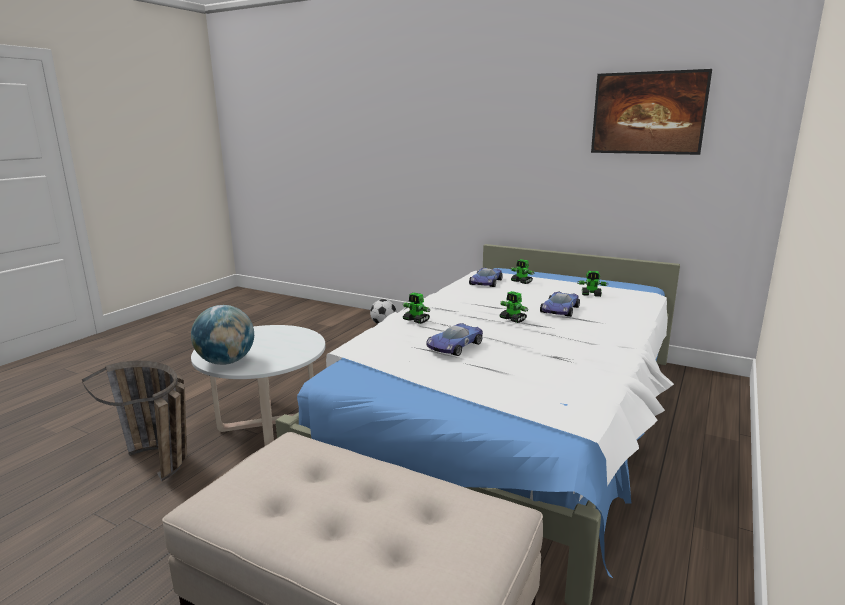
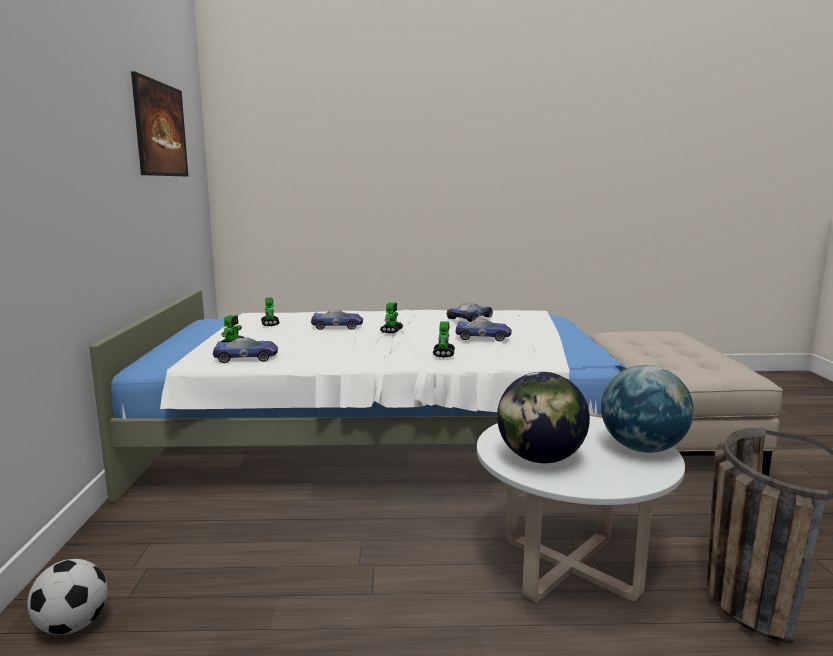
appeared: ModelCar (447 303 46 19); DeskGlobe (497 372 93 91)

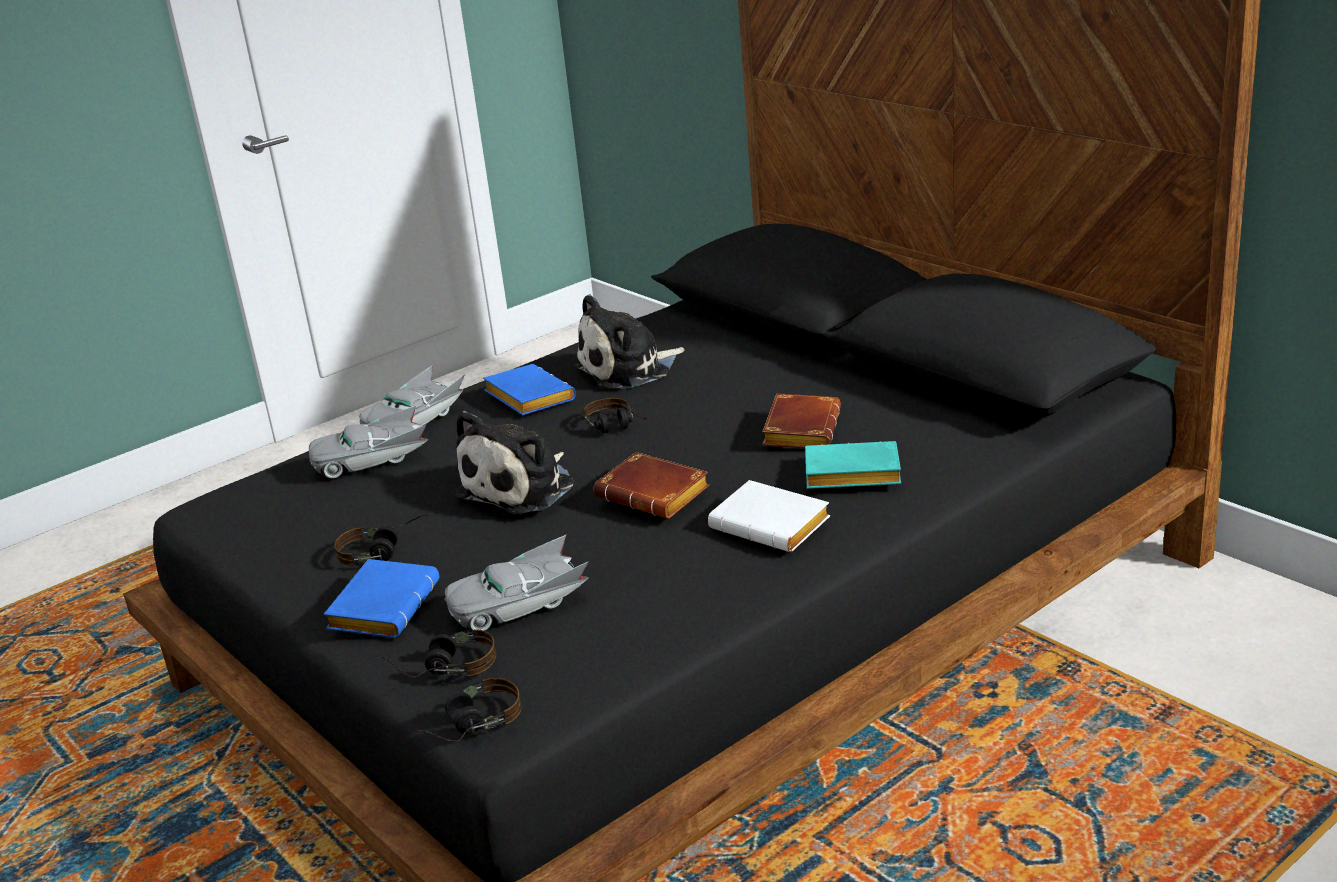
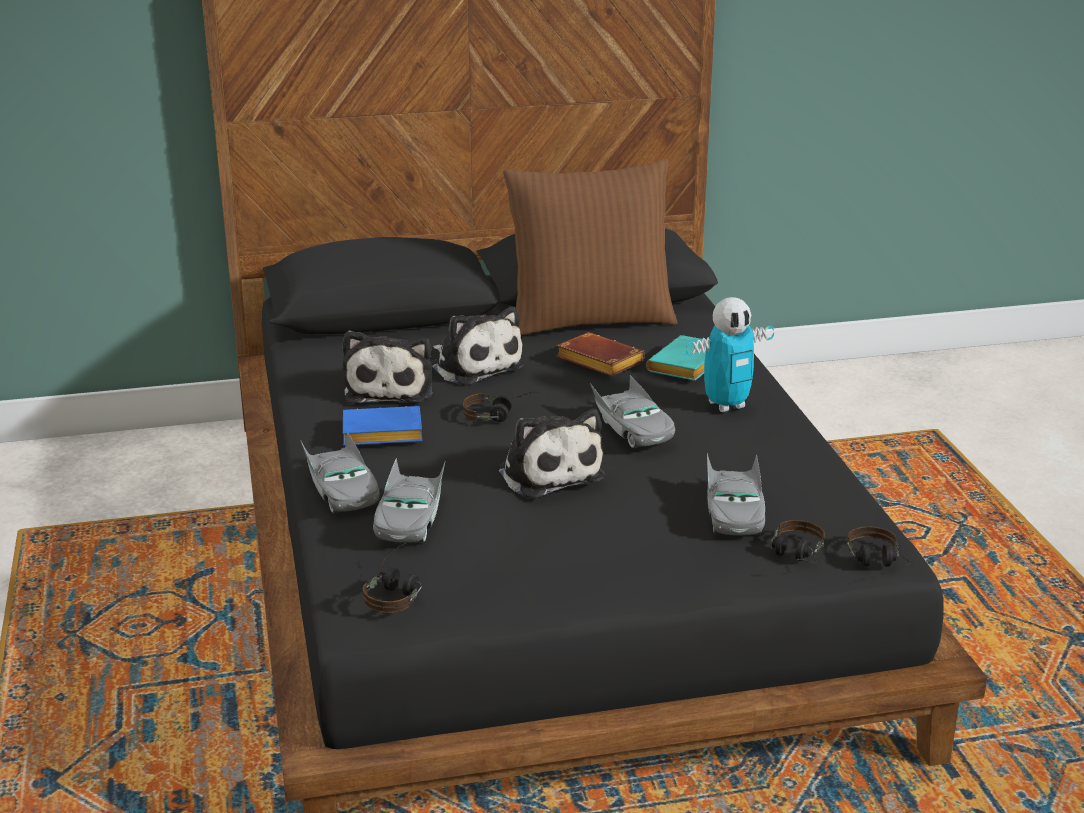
missing: BluishVolume (323 559 116 79)
appeared: SoftToy (431 306 94 80); BrownColouredCushion (503 159 175 176)
relocated: Headphones (334 515 94 50) to (362 543 60 70)
exchanged: BrownColouredVolume (594 452 116 67) to GrayModelCar (590 375 85 73); WhiteVolume (708 480 122 72) to RobotFigure (686 297 88 115)

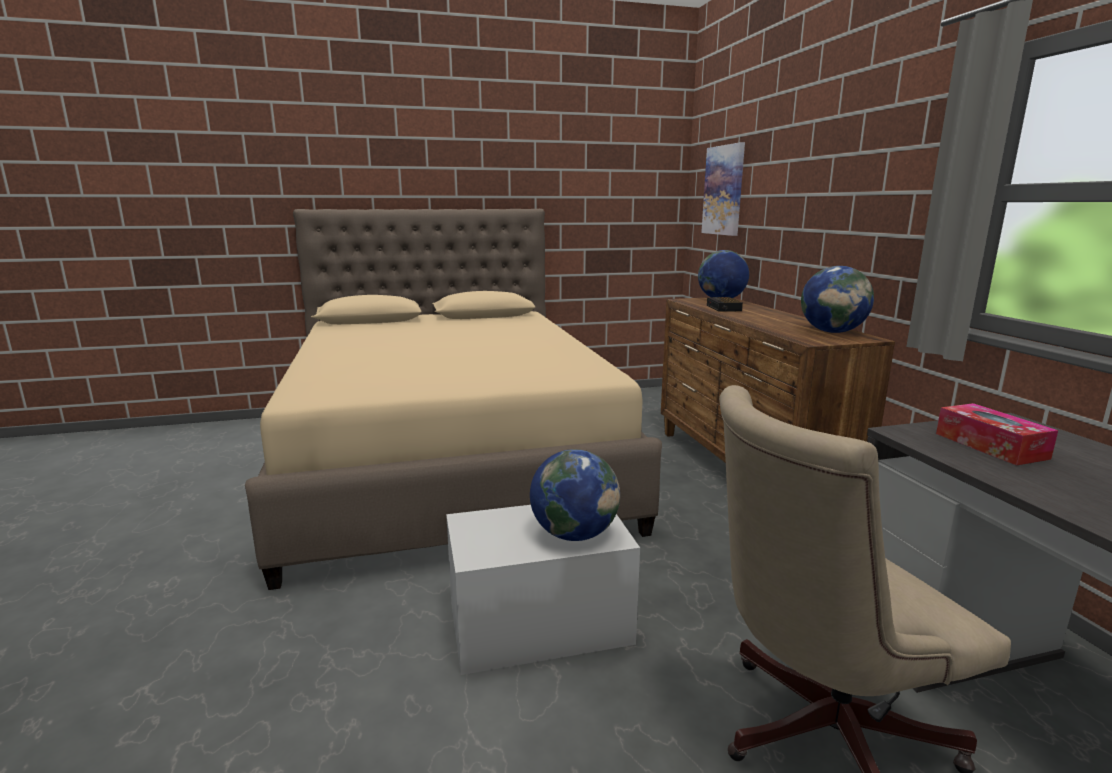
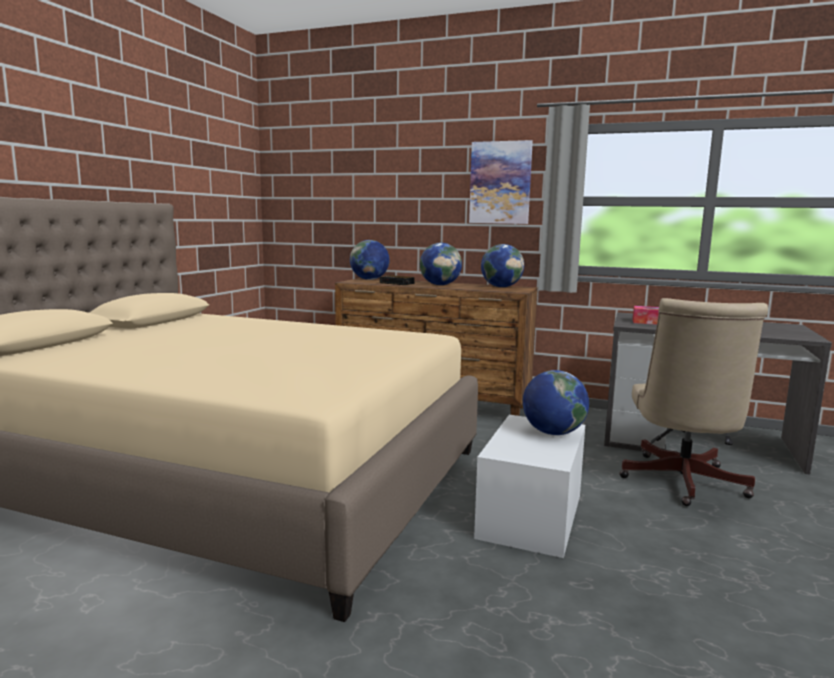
appeared: DeskGlobe (420 243 42 42)
relocated: WallPicture (701 142 44 94) to (469 140 64 84)

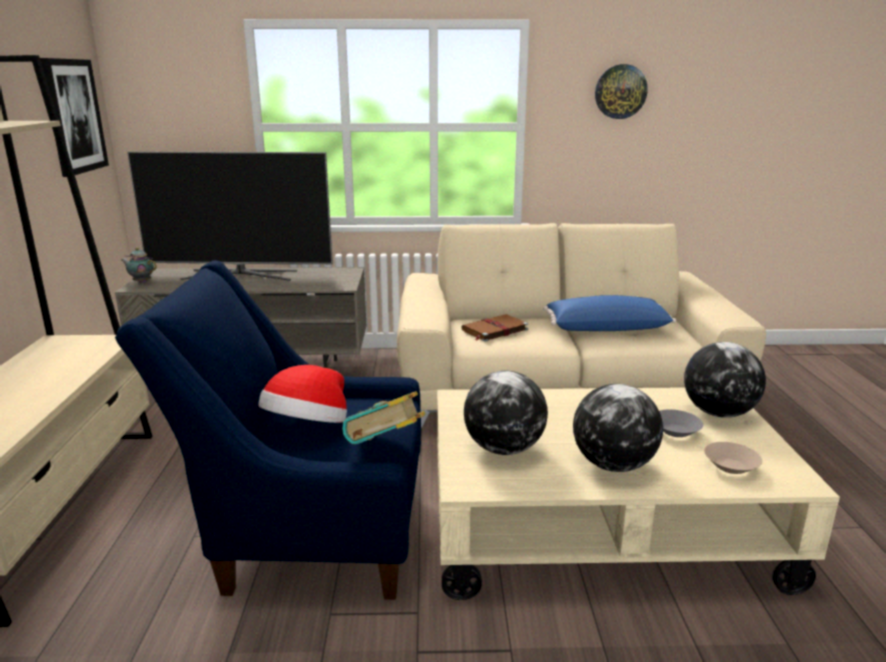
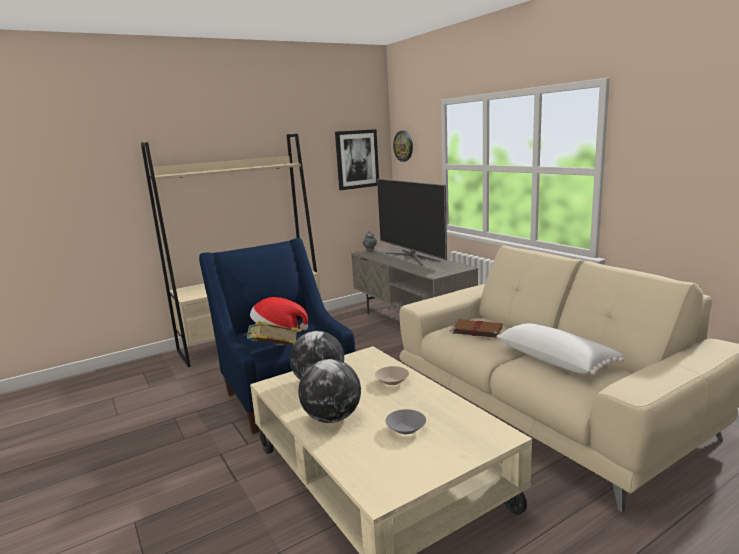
missing: DeskGlobe (684 342 82 76)
relocated: HangingClock (595 64 53 55) to (393 131 20 31); BeigeColouredDeepDish (704 442 58 32) to (375 366 34 19)
colour: BluishCushion (543 295 133 36) to WhiteCushion (497 323 127 52)

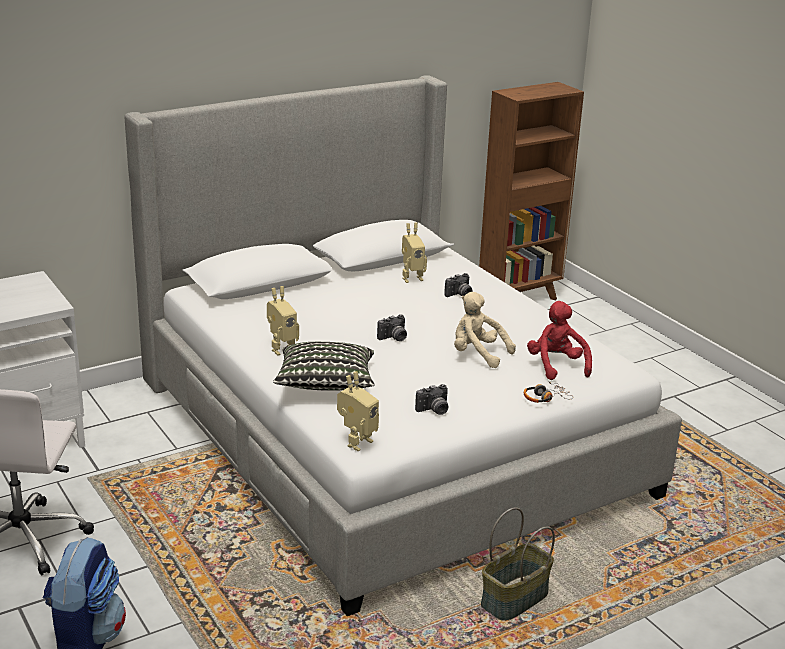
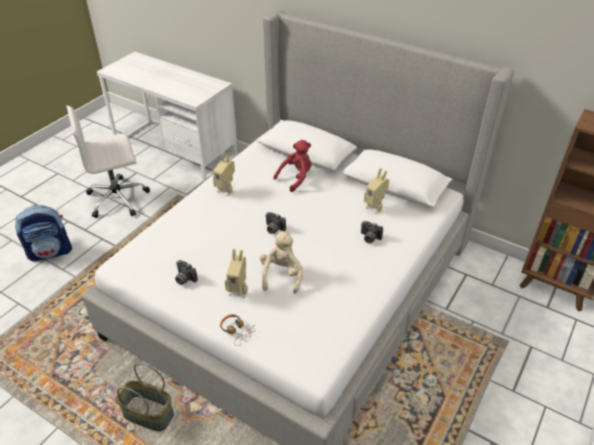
missing: Cushion (273 342 102 49)
relocated: RobotFigure (337 372 42 79) to (225 249 22 49); RedSoftToy (527 301 65 79) to (273 140 38 52)

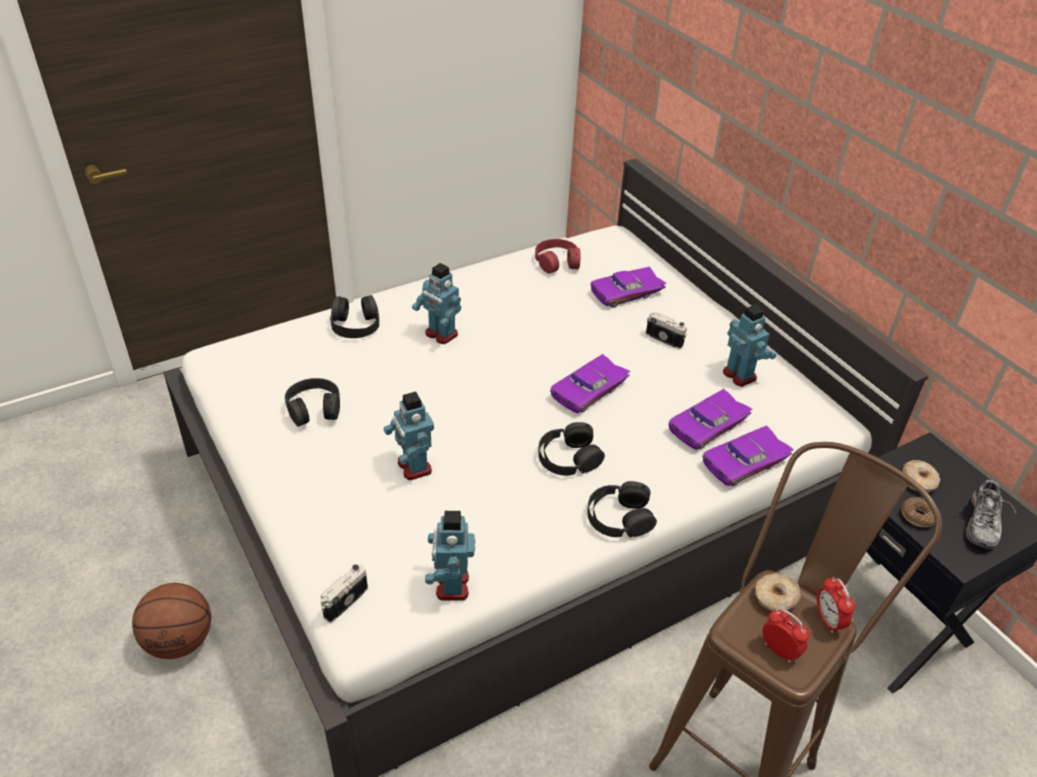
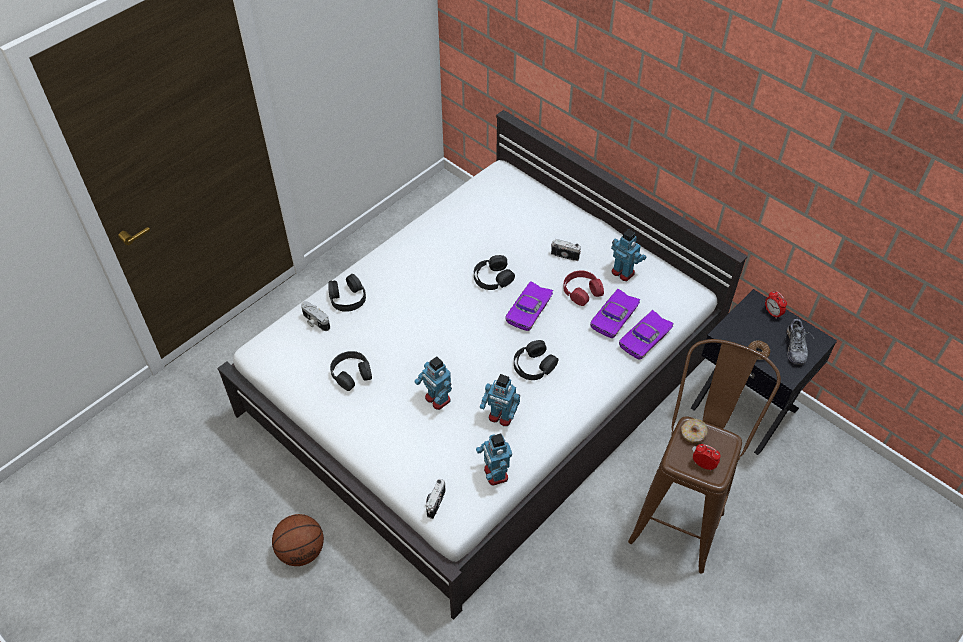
missing: PurpleModelCar (591 267 76 40); Doughnut (902 460 38 32)
appeared: PhotoCamera (301 301 29 30)
relocated: RobotFigure (412 263 49 81) to (480 374 40 52); RedHeadphones (535 239 46 35) to (563 270 41 36); BlackishHeadphones (587 481 70 57) to (474 255 41 35); BedsideClock (817 577 38 56) to (765 291 22 28)

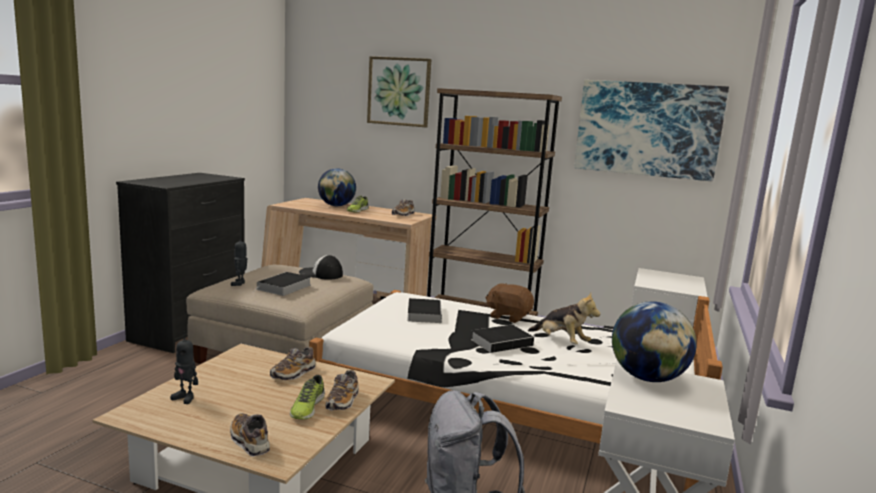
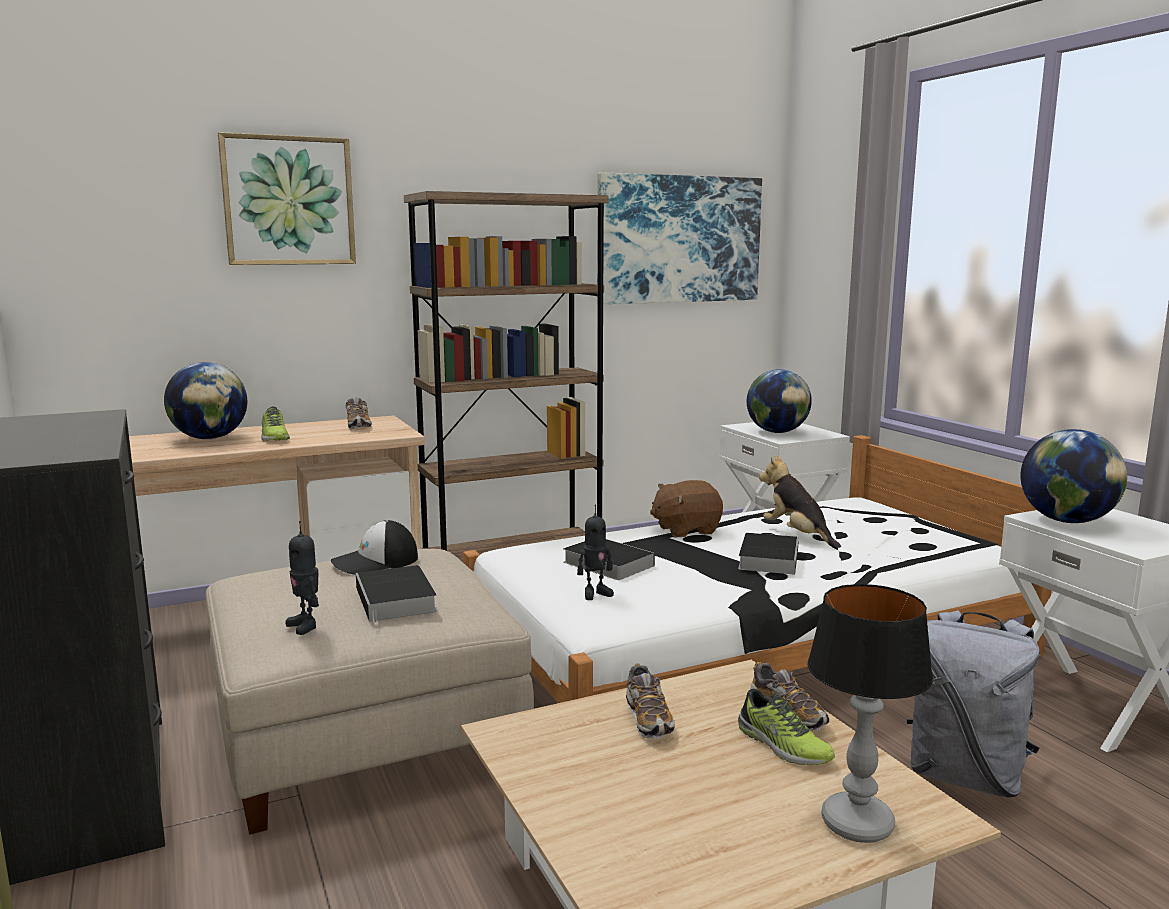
appeared: DeskGlobe (747 369 65 64)
relocated: RobotFigure (170 331 28 73) to (577 504 37 96)
exchanged: Shoe (230 413 40 44) to TabletopLamp (808 584 125 259)
spun: SoftToy (528 293 72 51) = (759 455 82 95) 120 degrees counterclockwise

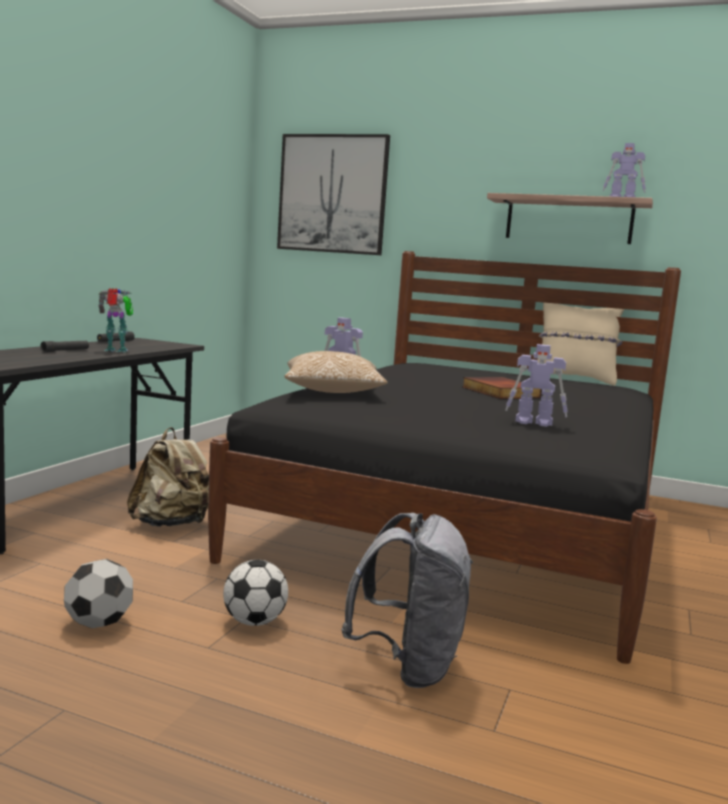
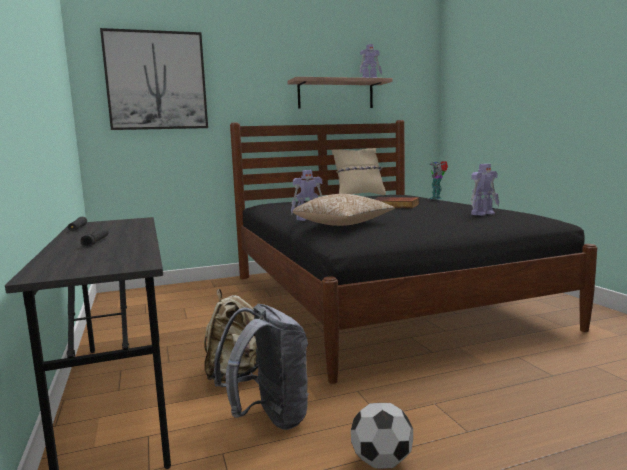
missing: FootballBall (223 560 65 66)
relocated: RobotFigure (98 288 35 64) to (428 161 20 39); GrayBackpack (341 513 132 175) to (214 304 95 126)

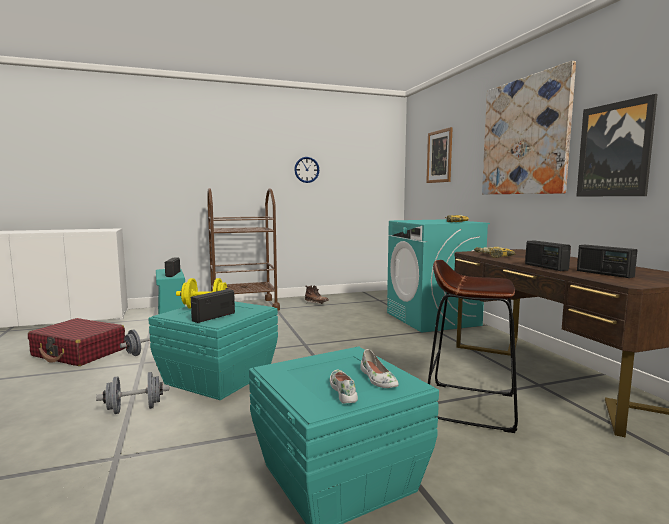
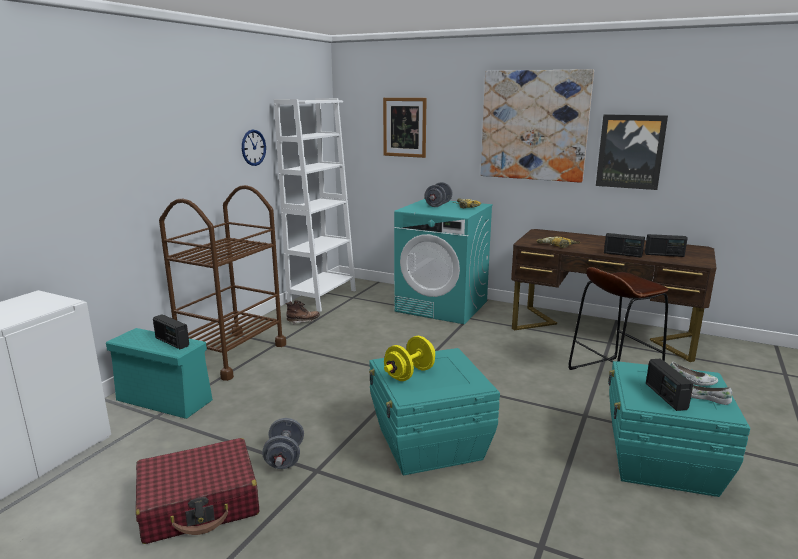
appeared: WhiteBookcase (274 98 82 214)
relocated: GrayDumbbell (96 372 73 42) to (425 182 28 25); Radio (191 289 44 34) to (646 359 47 52)

